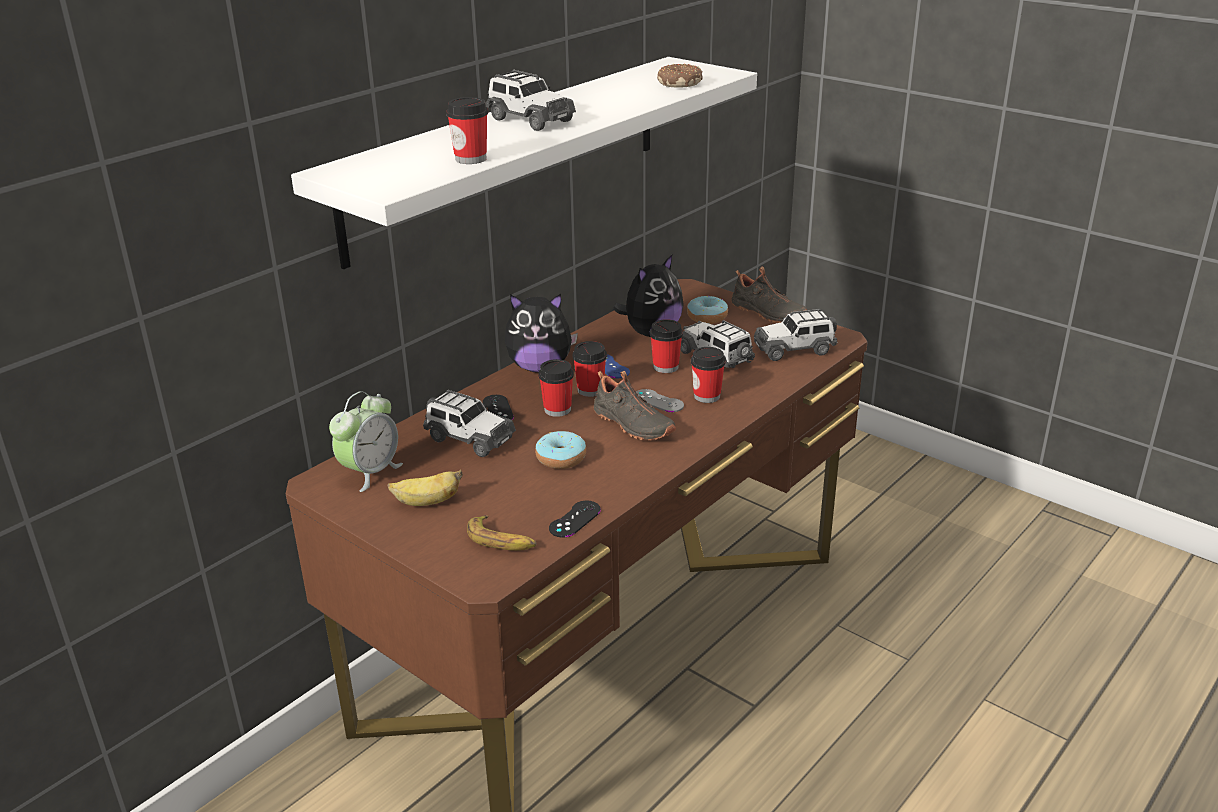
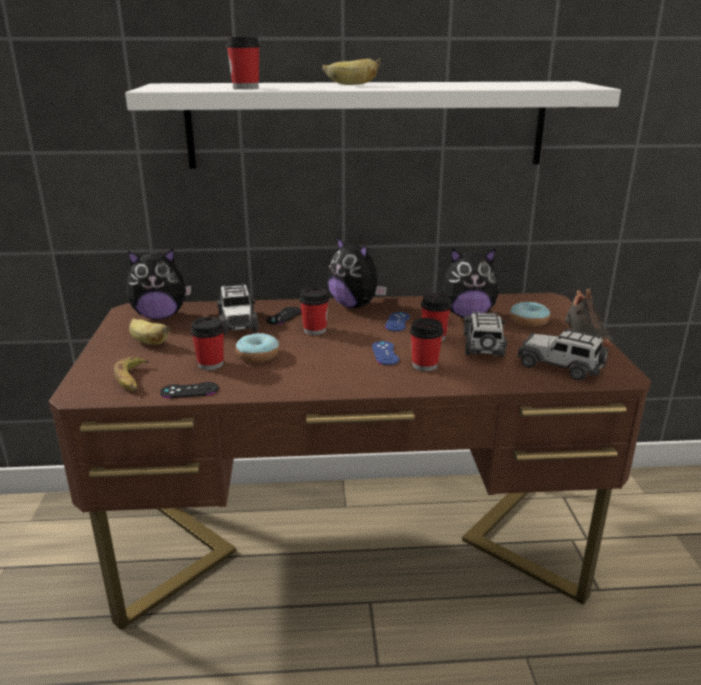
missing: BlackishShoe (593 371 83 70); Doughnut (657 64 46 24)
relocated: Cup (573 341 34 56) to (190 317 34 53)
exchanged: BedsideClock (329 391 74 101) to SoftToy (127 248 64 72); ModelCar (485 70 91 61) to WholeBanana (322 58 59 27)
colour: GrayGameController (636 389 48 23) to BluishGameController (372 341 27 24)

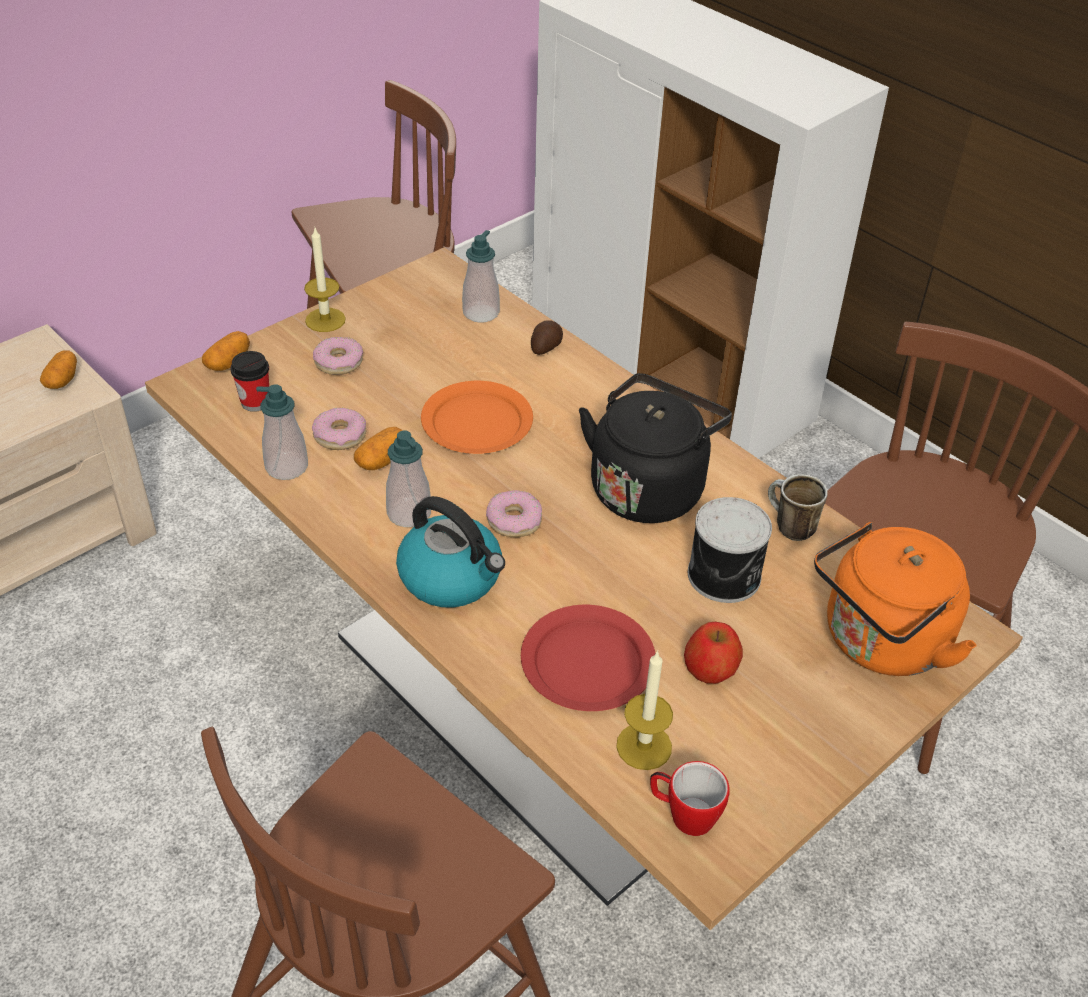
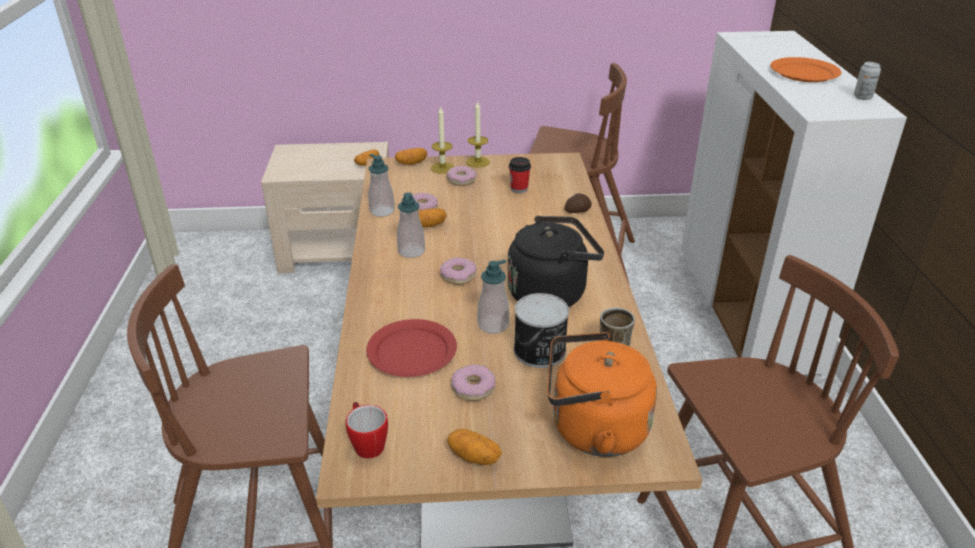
missing: TeaKettle (396 496 109 112)
appeared: Spud (447 429 55 36); MetalCan (854 62 27 38)
relocated: Cup (230 351 39 61) to (509 157 22 36); OrangeColouredPlate (421 381 112 73) to (770 57 71 25); LiquidSoapBottle (462 230 38 93) to (477 260 32 74); Candle (616 651 57 119) to (431 106 24 68)
exchanged: Apple (684 622 59 62) to Doughnut (452 364 43 37)

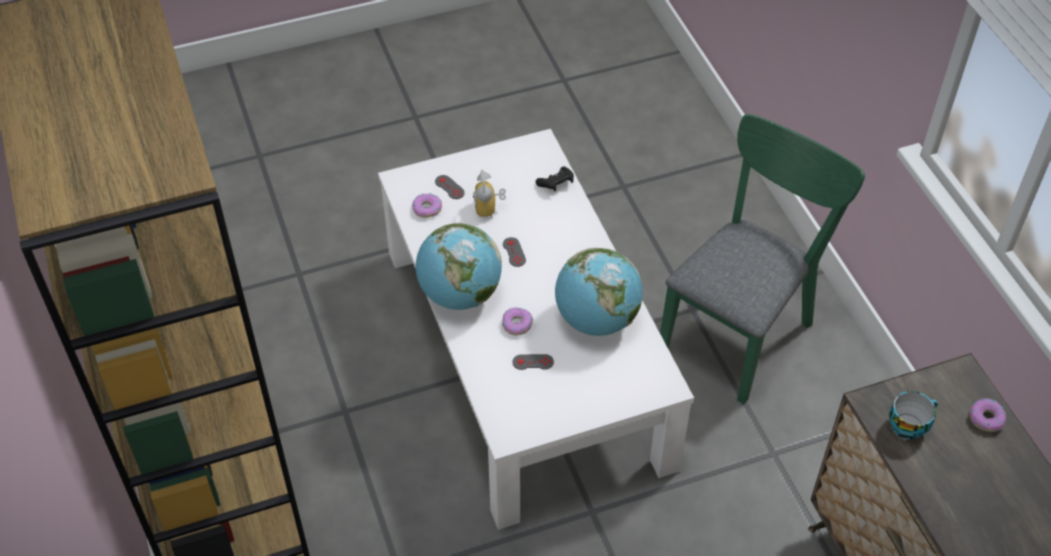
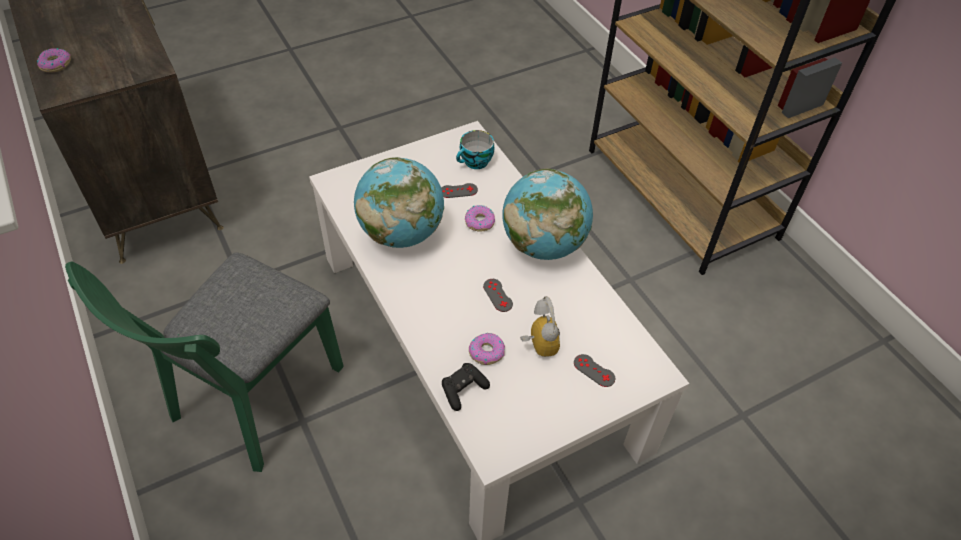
relocated: Doughnut (412 193 30 25) to (469 333 36 32); Cup (889 391 49 49) to (456 130 38 39)

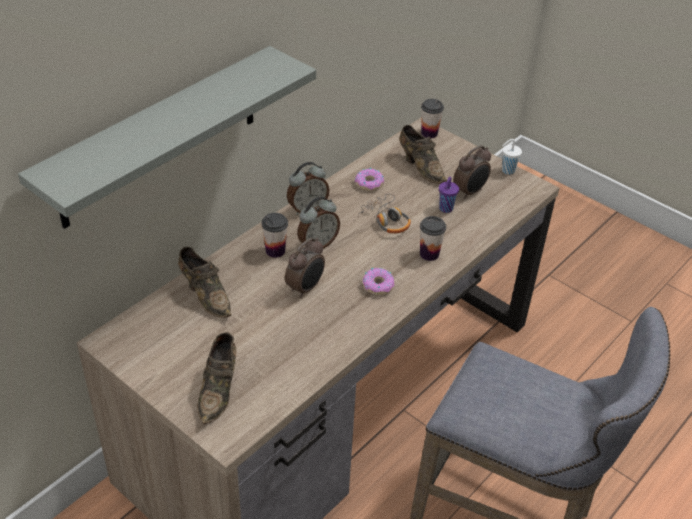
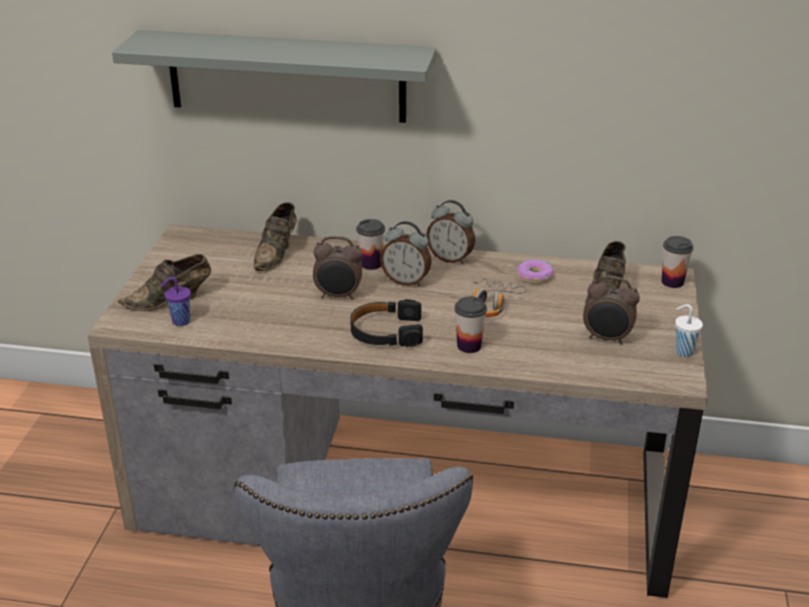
relocated: PurpleCup (439 177 20 36) to (161 277 30 49)
exchanged: Doughnut (362 268 32 27) to BlackishHeadphones (350 299 73 48)

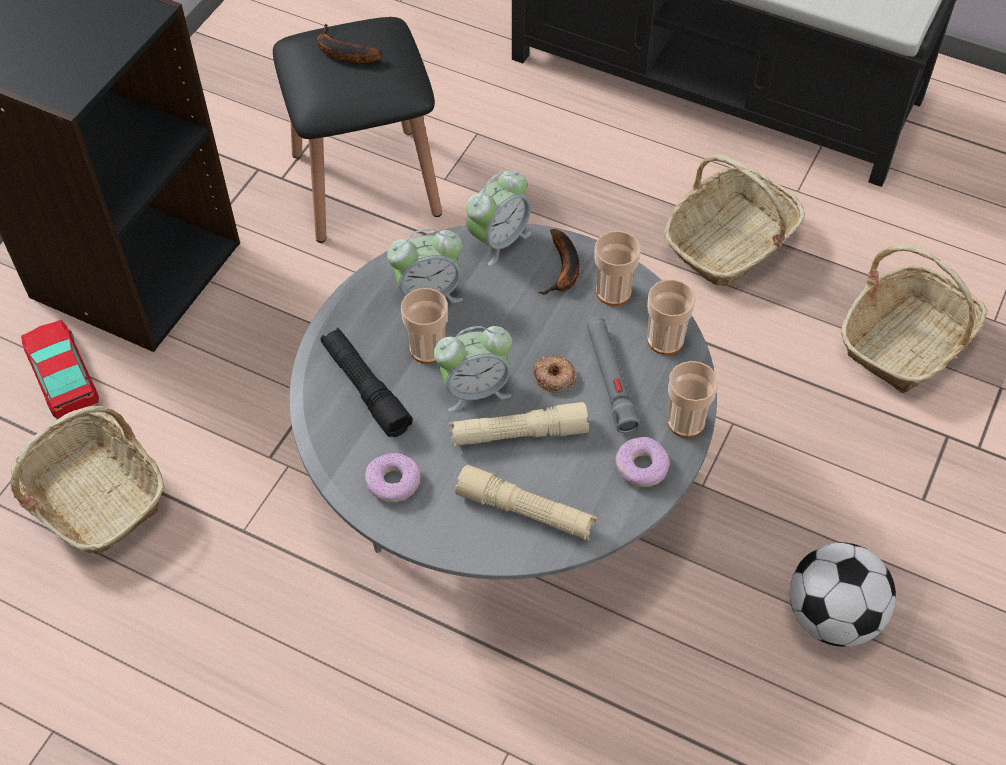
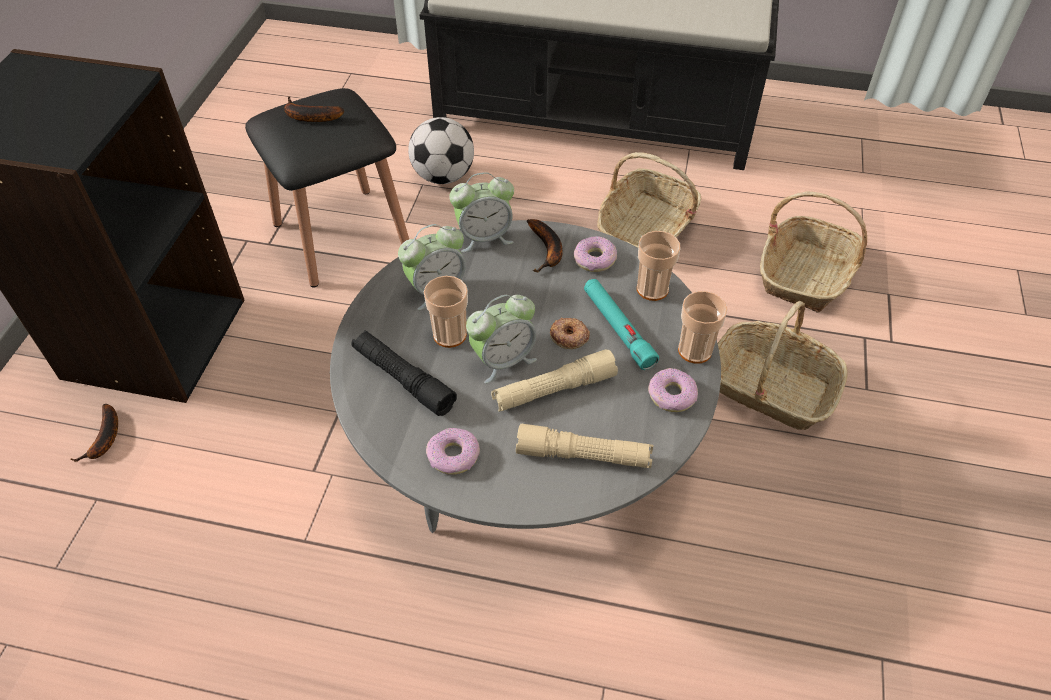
relocated: Basket (11 406 154 149) to (717 301 130 129); FootballBall (790 542 106 105) to (408 117 66 67)
exchanged: ModelCar (21 320 78 99) to WholeBanana (70 404 48 58); Cup (595 231 46 75) to Doughnut (574 236 43 36)
colour: GrayFlashlight (587 317 53 116) to TurquoiseFlashlight (584 279 75 91)
spun: BedsideClock (466 171 66 95) = (449 172 65 80) 45 degrees clockwise

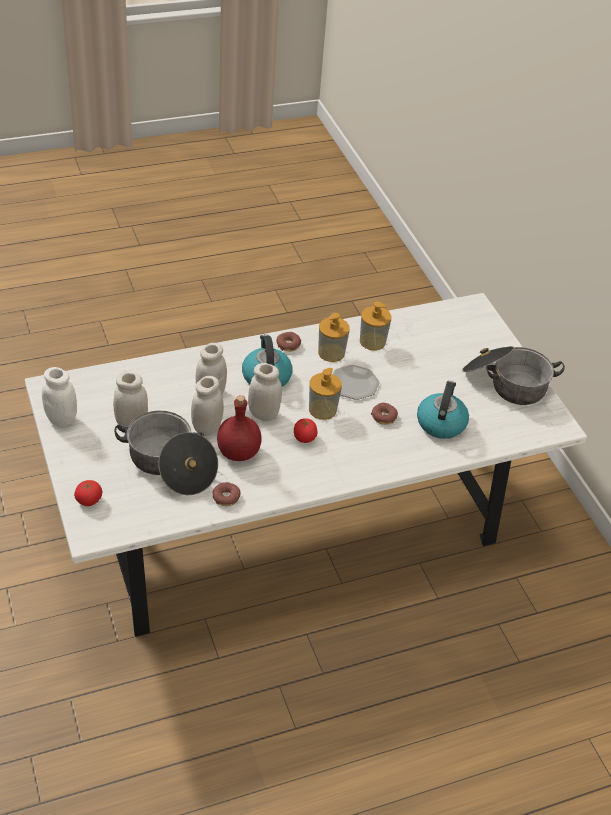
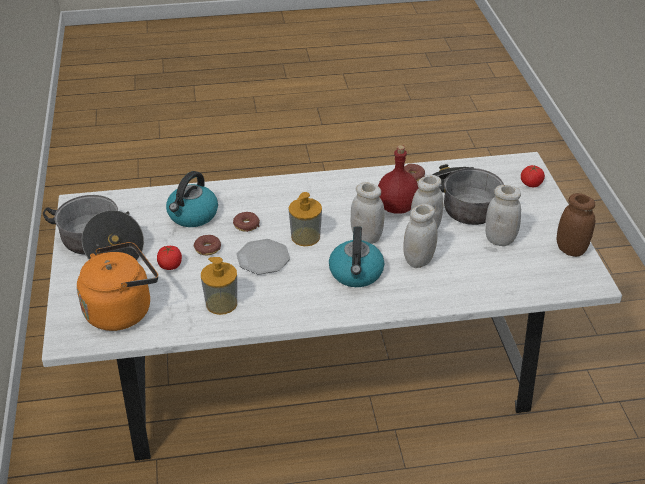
missing: LiquidSoapBottle (318 313 32 49)
appeared: OrangeColouredTeaKettle (77 242 81 89)
relocated: Doughnut (276 332 25 19) to (194 235 27 20); FreshTomato (294 419 24 24) to (157 246 25 24)
colour: WhiteJar (42 367 35 59) to BrownColouredJar (556 193 39 64)

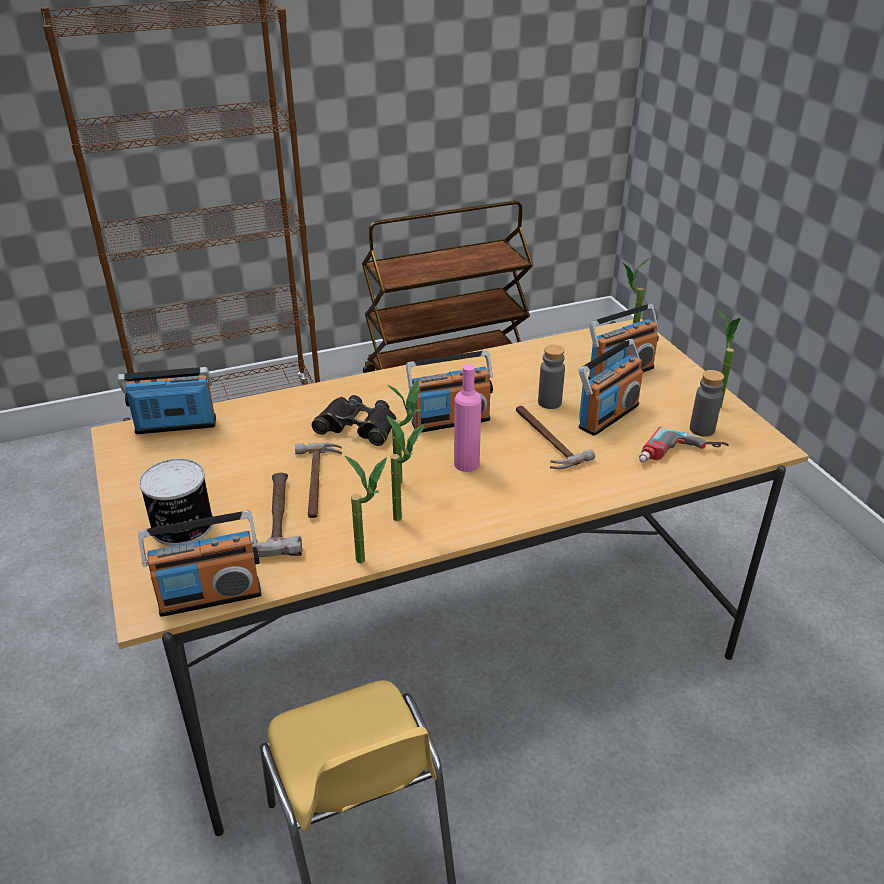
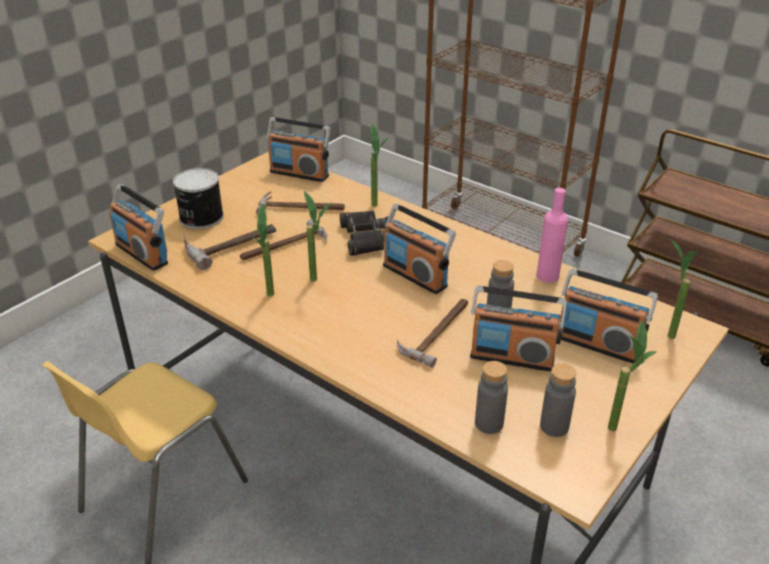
appeared: HandHammer (256 191 89 24)
relocated: Houseplant (345 456 42 107) to (371 124 19 83); PinkishDrinkBottle (454 364 28 108) to (537 188 31 95)
exchanged: ElectricDrill (639 427 90 35) to GrayDrinkBottle (475 361 33 73)
spun: Radio (118 367 98 67) = (267 117 64 65) 150 degrees clockwise

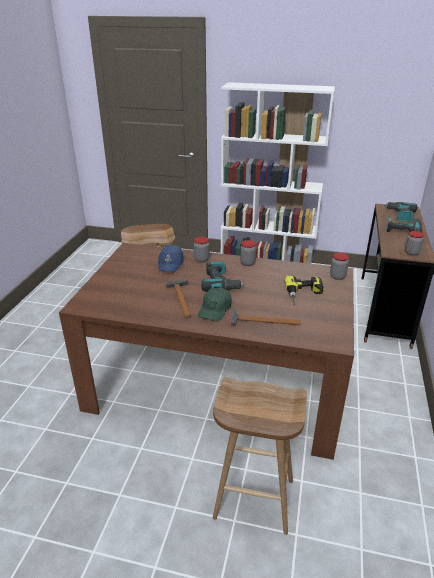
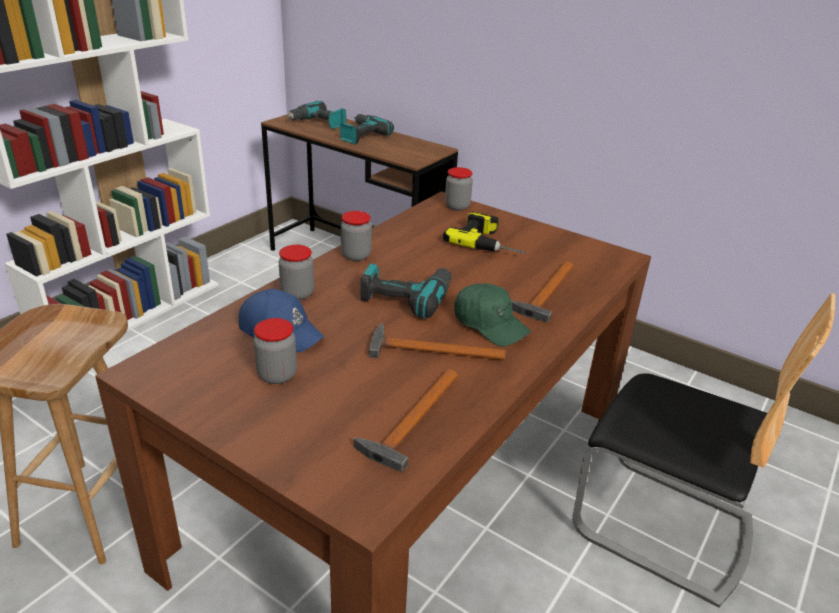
appeared: HandHammer (354 369 104 103)
relocated: Jar (405 231 19 25) to (254 318 43 66)
exchanged: BrownColouredStool (213 377 94 158) to Chair (572 293 263 315)

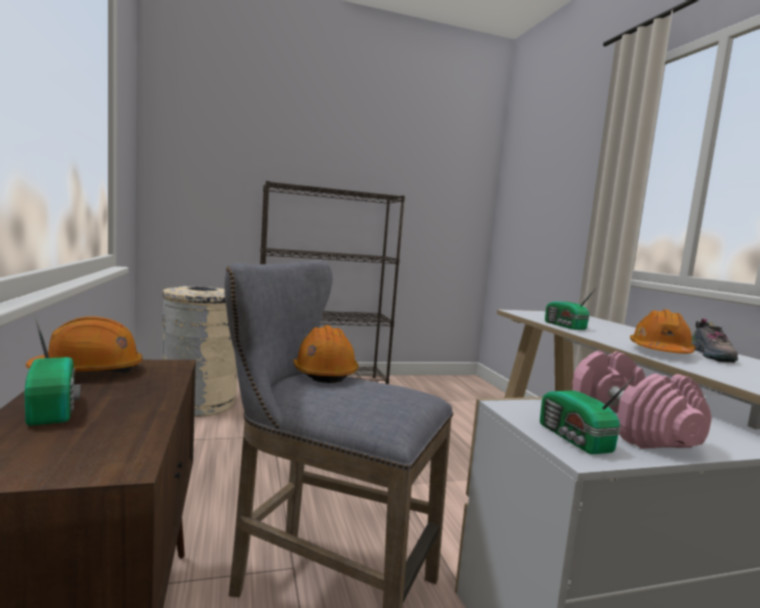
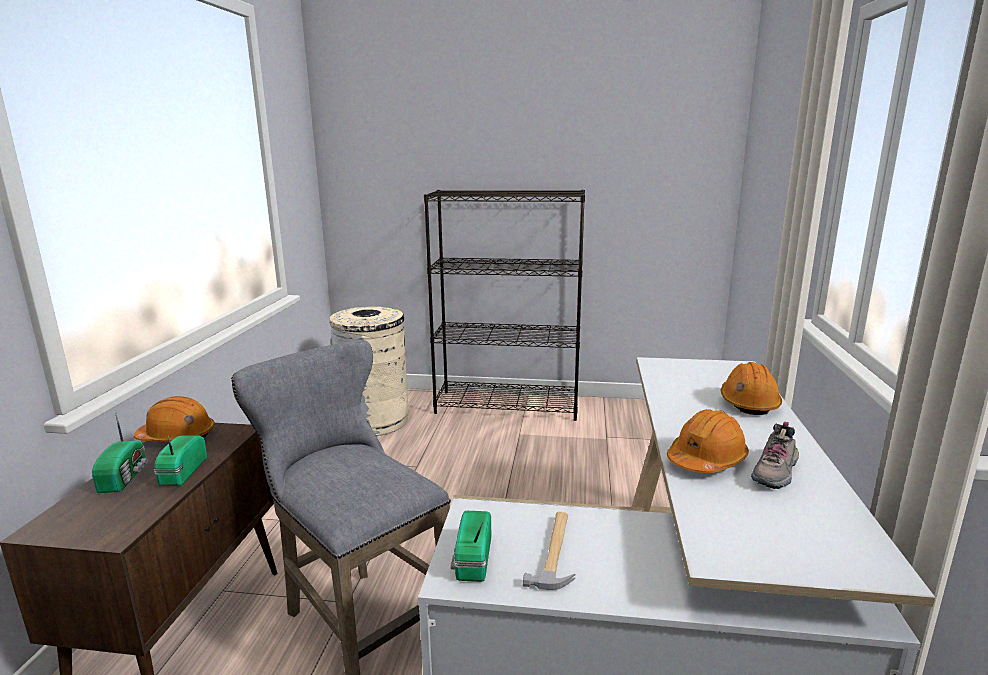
relocated: OrangeColouredWorkHelmet (293 325 66 58) to (721 362 61 53); Radio (545 287 52 43) to (154 435 53 51)
exchanged: PinkishDumbbell (572 351 140 97) to HandHammer (523 512 52 78)

